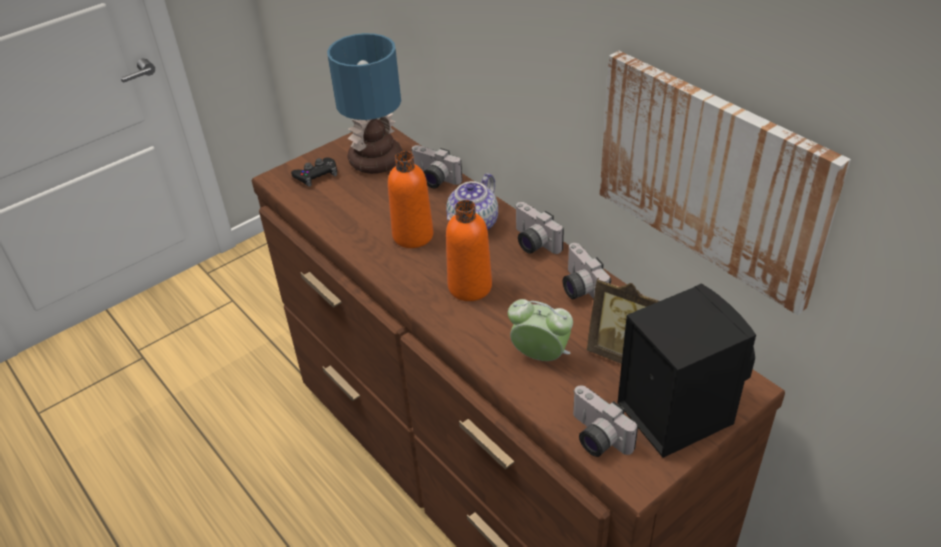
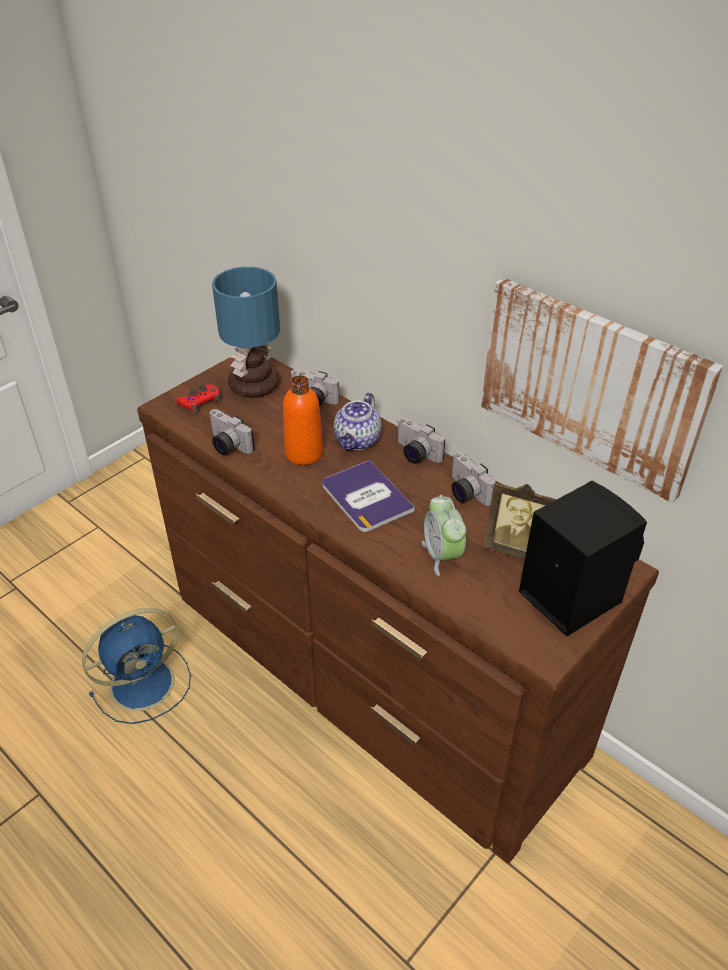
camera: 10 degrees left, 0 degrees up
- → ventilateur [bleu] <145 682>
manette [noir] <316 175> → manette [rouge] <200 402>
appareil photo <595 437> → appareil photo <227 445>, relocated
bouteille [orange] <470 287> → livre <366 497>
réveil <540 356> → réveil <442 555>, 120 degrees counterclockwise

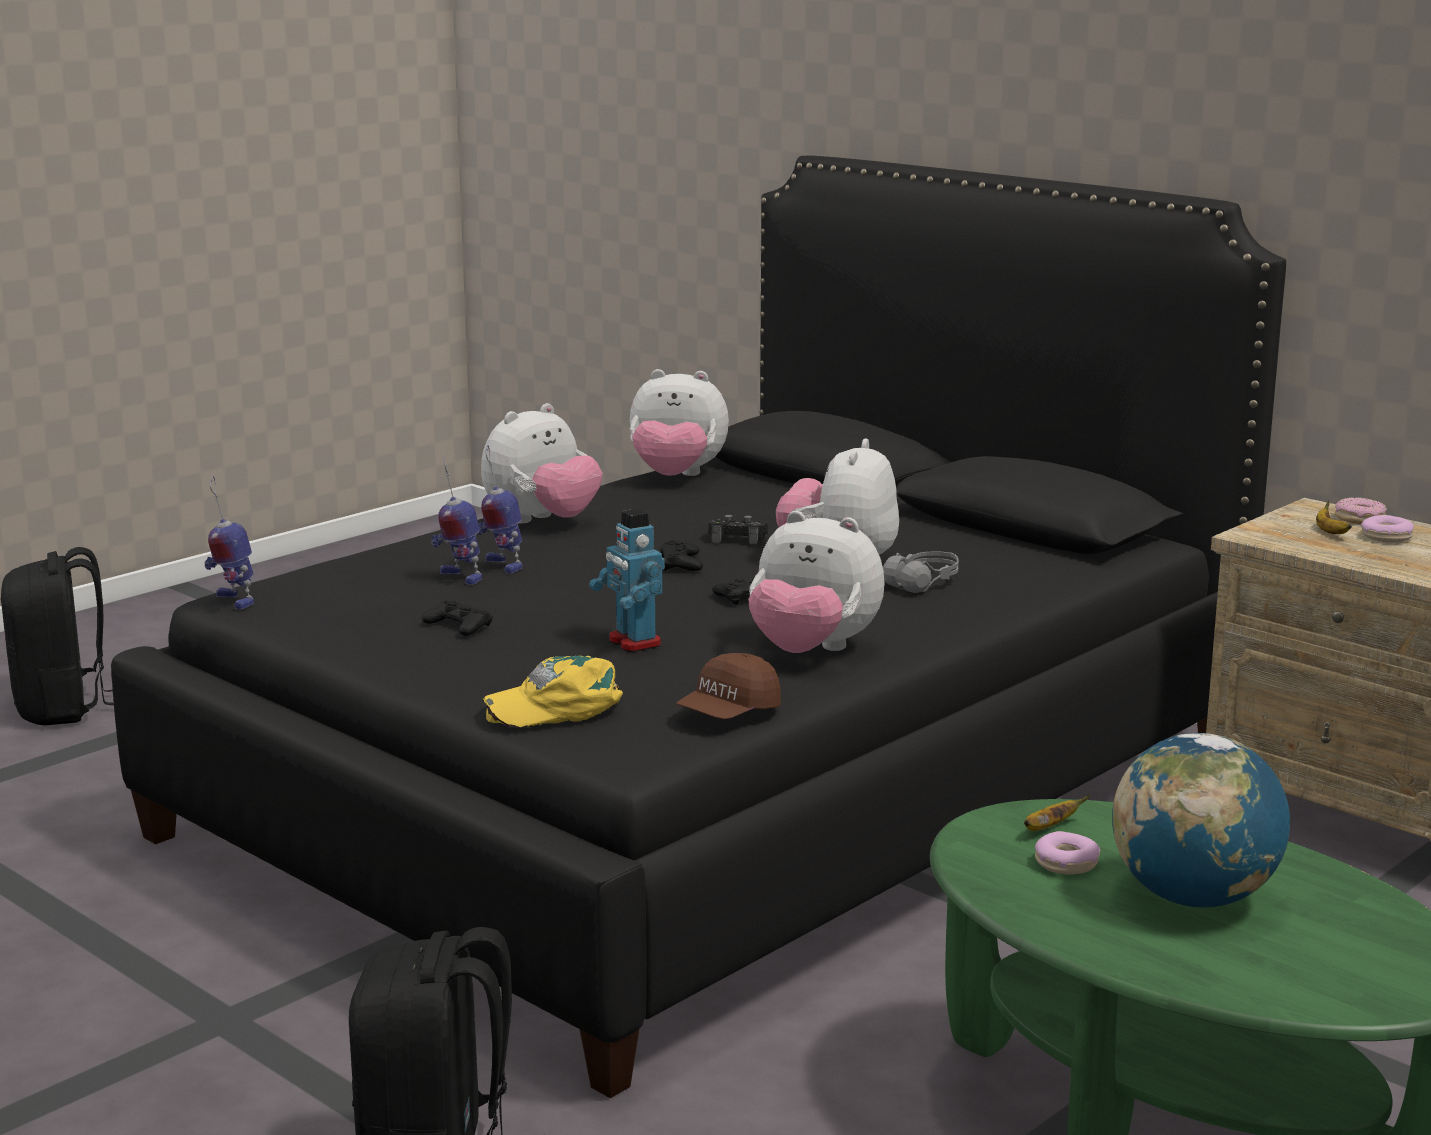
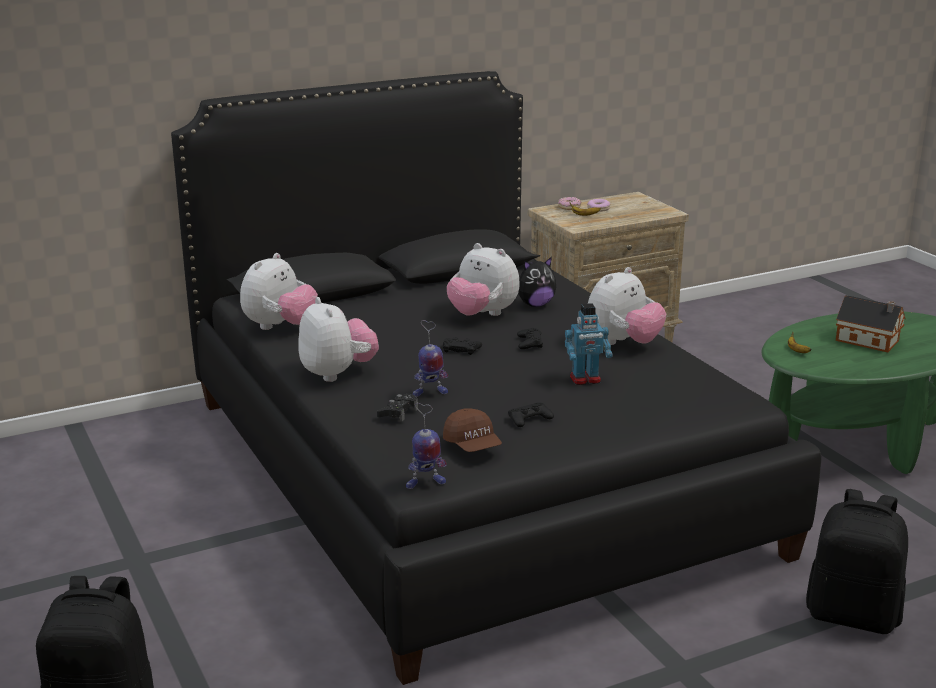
camera: 70 degrees left, 5 degrees up
manette [noir] <737 538> → manette [noir] <398 412>, relocated
casquette [marron] <729 713> → casquette [marron] <472 445>, relocated
casque audio [gris] <923 583> → peluche <535 304>
globe <1194 898> → maison miniature <869 341>
robot jouet <460 577> → -
casquette [jaune] <557 707> → -
beignet <1066 863> → -

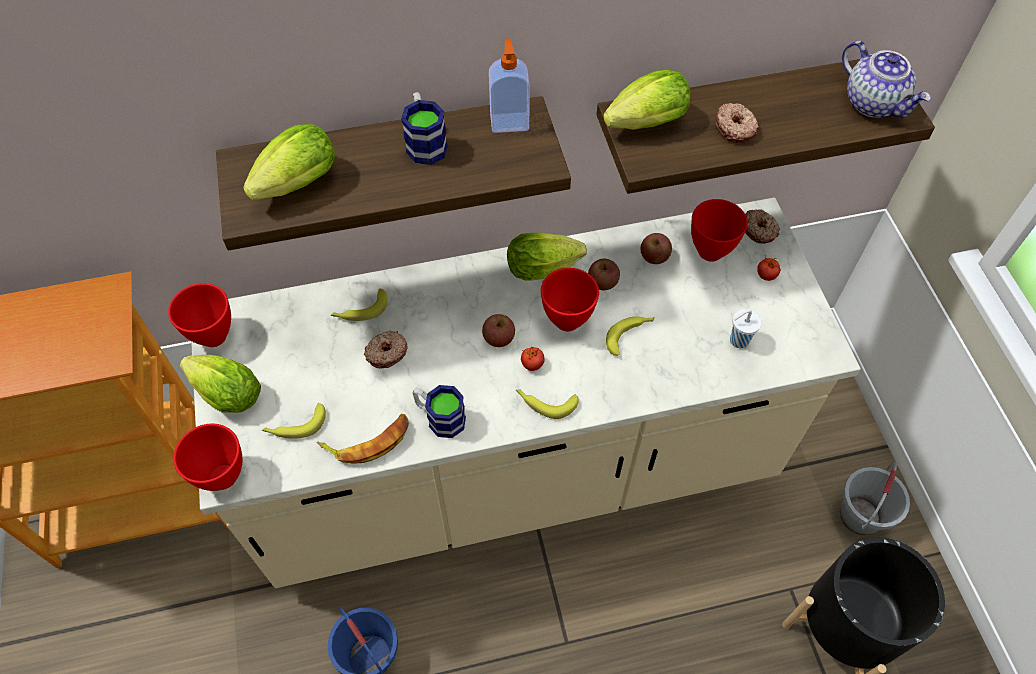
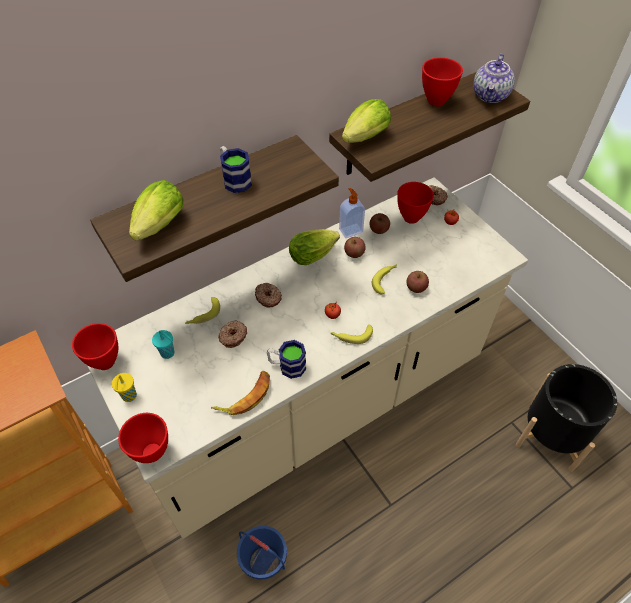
camera: 20 degrees left, 5 degrees down
laitue <224 392> → tasse [jaune] <129 396>
- → tasse [turquoise] <168 353>
beignet <735 128> → beignet <268 297>, relocated
distributeur de savon <509 121> → distributeur de savon <350 230>, relocated
pomme <498 338> → pomme <416 287>, relocated
bol [rouge] <568 321> → bol [rouge] <437 101>, relocated
théière <874 103> → théière <490 96>, 75 degrees clockwise
banane <295 426> → -
tasse [blanc] <738 341> → -
seau [gris] <859 515> → -

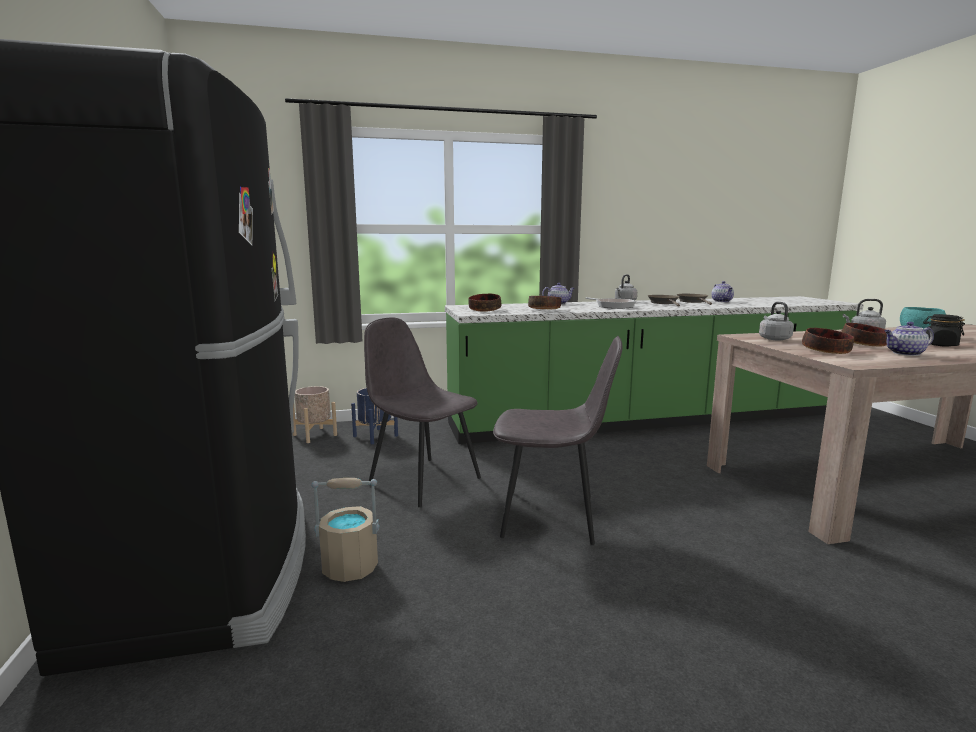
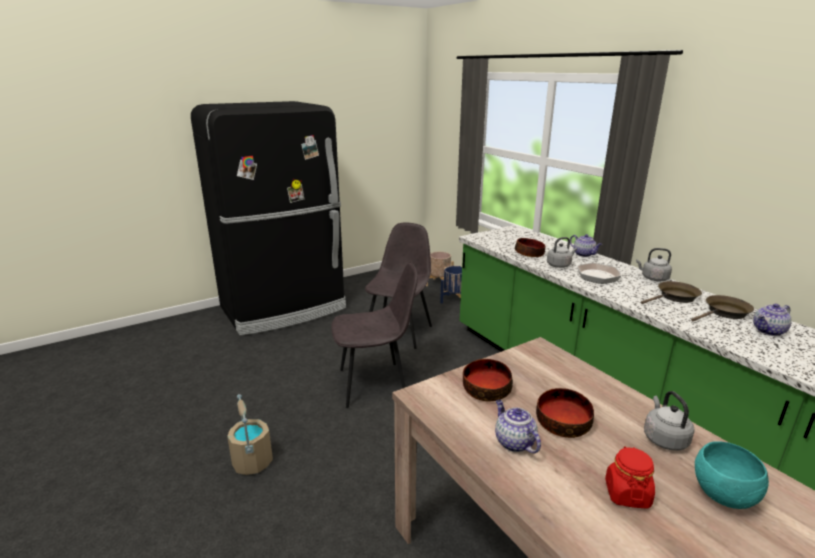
camera: 70 degrees right, 10 degrees up
seau [beige] <349 568> → seau [beige] <252 461>, relocated
chaise [gris] <552 516> → chaise [gris] <375 384>, 90 degrees counterclockwise
bouilloire [gris] <773 338> → bouilloire [gris] <559 265>, relocated
bocal [noir] <940 345> → bocal [rouge] <627 494>
bol <484 310> → -

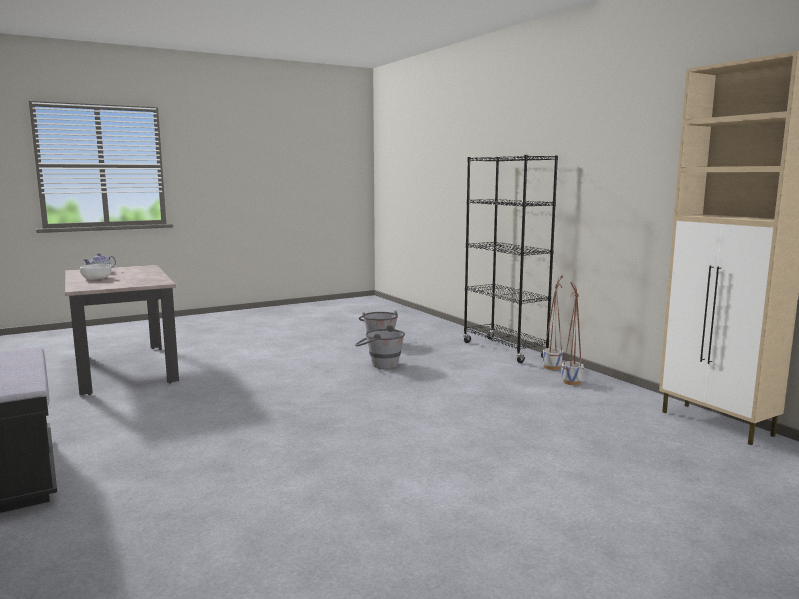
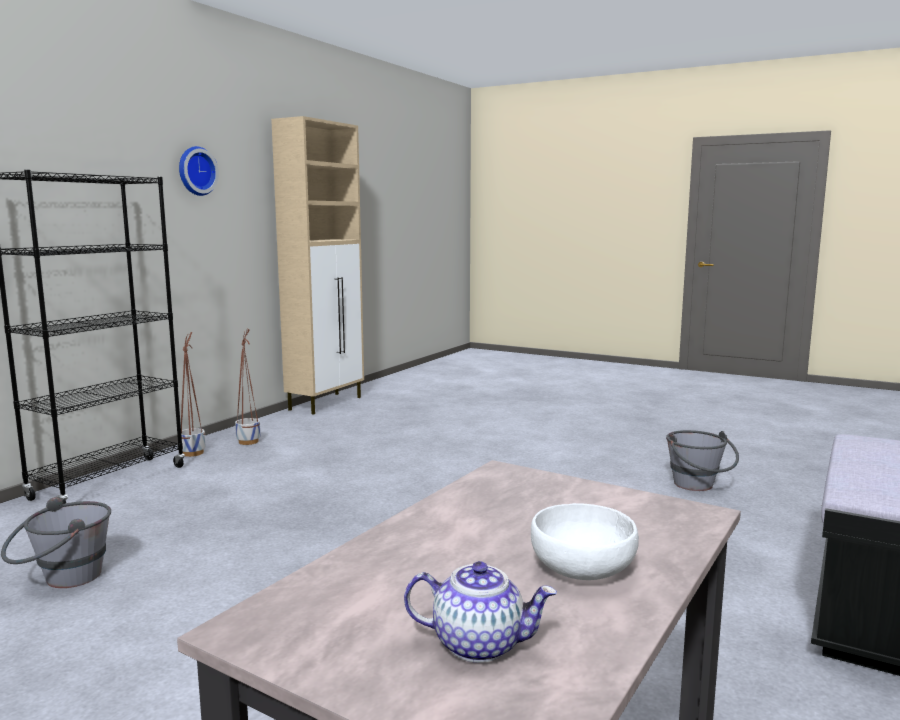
camera: 120 degrees left, 0 degrees up
- → horloge murale <195 171>
seau [gris] <379 364> → seau [gris] <698 487>, relocated

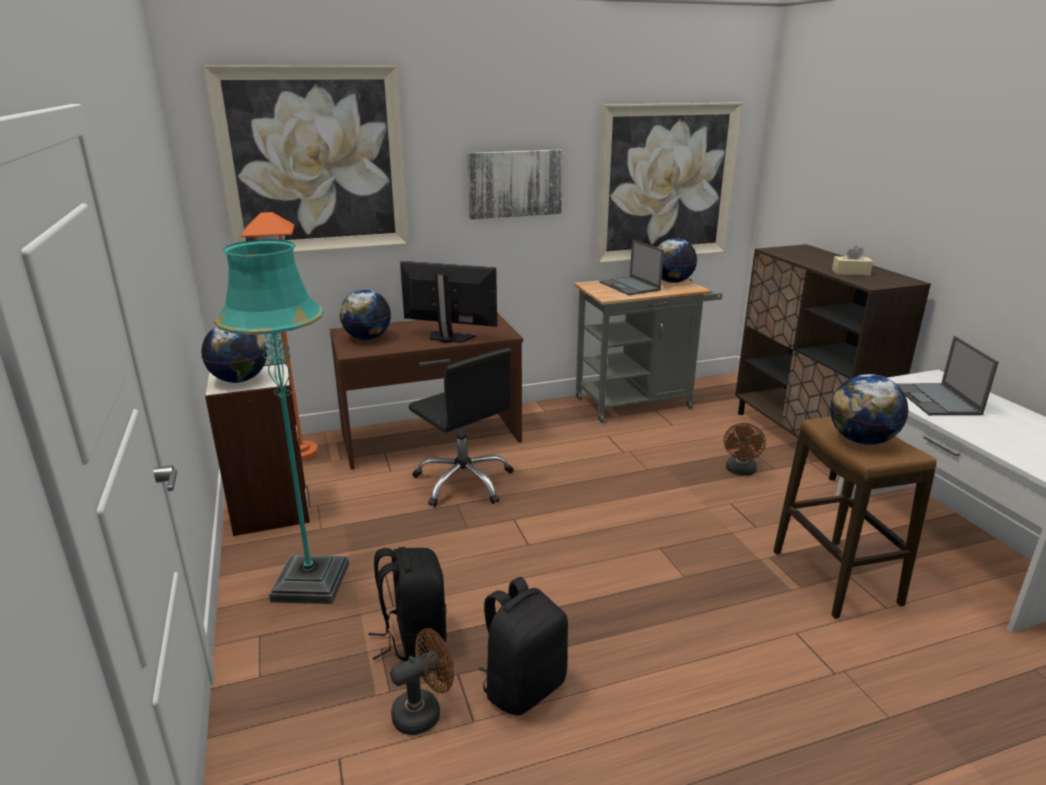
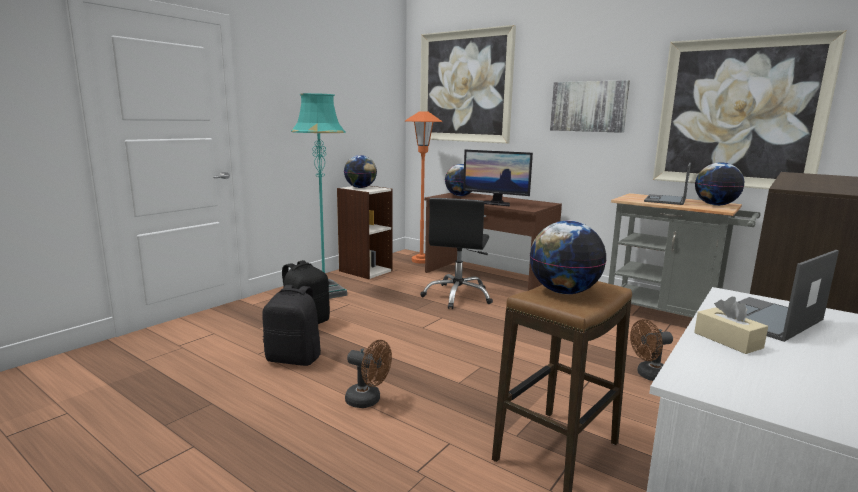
camera: 55 degrees right, 10 degrees down
ventilateur [marron] <424 711> → ventilateur [marron] <368 401>, relocated
écran d'ordinateur <449 338> → écran d'ordinateur <495 203>, 135 degrees clockwise
boîte à mouchoirs [beige] <850 272> → boîte à mouchoirs [beige] <727 340>, relocated

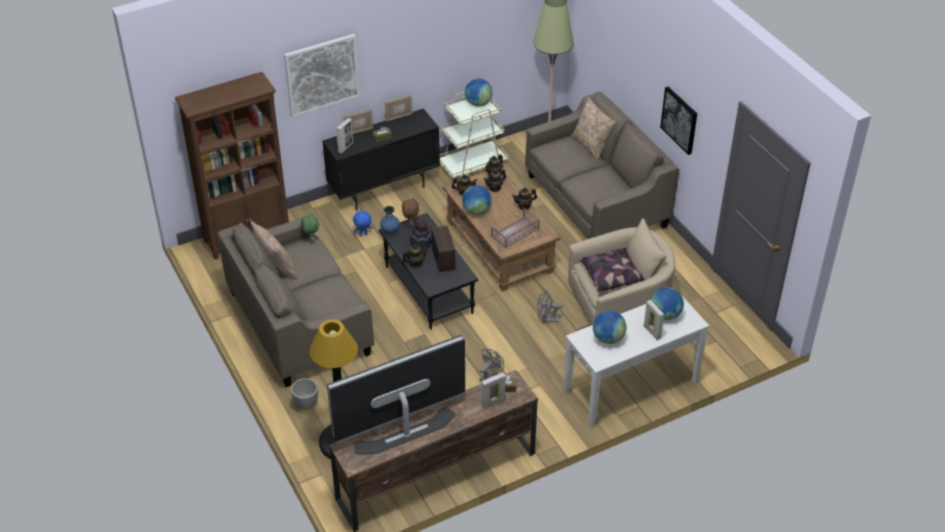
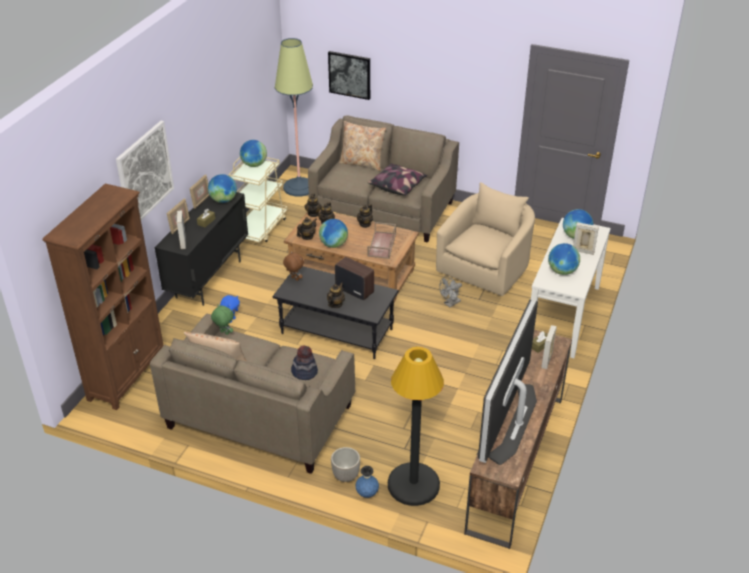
camera: 40 degrees left, 5 degrees down
- → globe <223 200>
chapeau <421 243> → chapeau <304 372>, relocated
tableau <679 120> → tableau <350 74>, relocated
vase [bleu] <390 231> → vase [bleu] <367 493>, relocated
coussin <611 276> → coussin <397 186>, relocated
ventilateur [gris] <490 376> → -

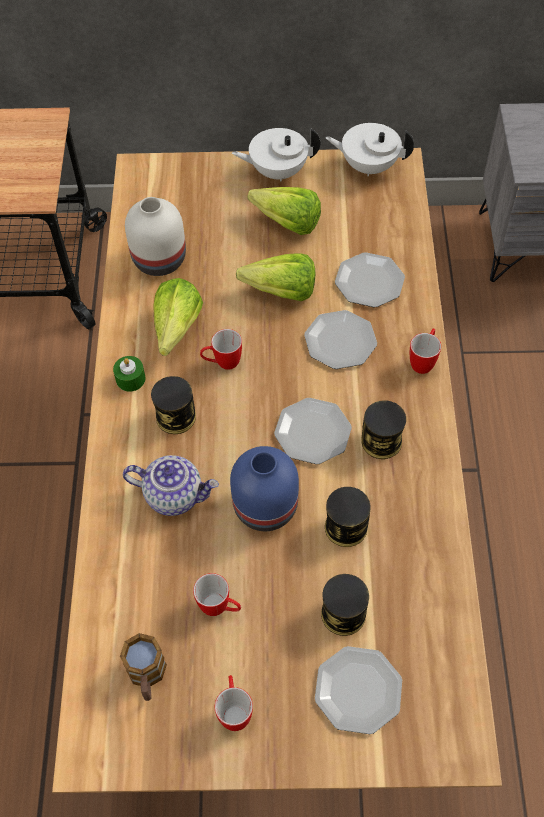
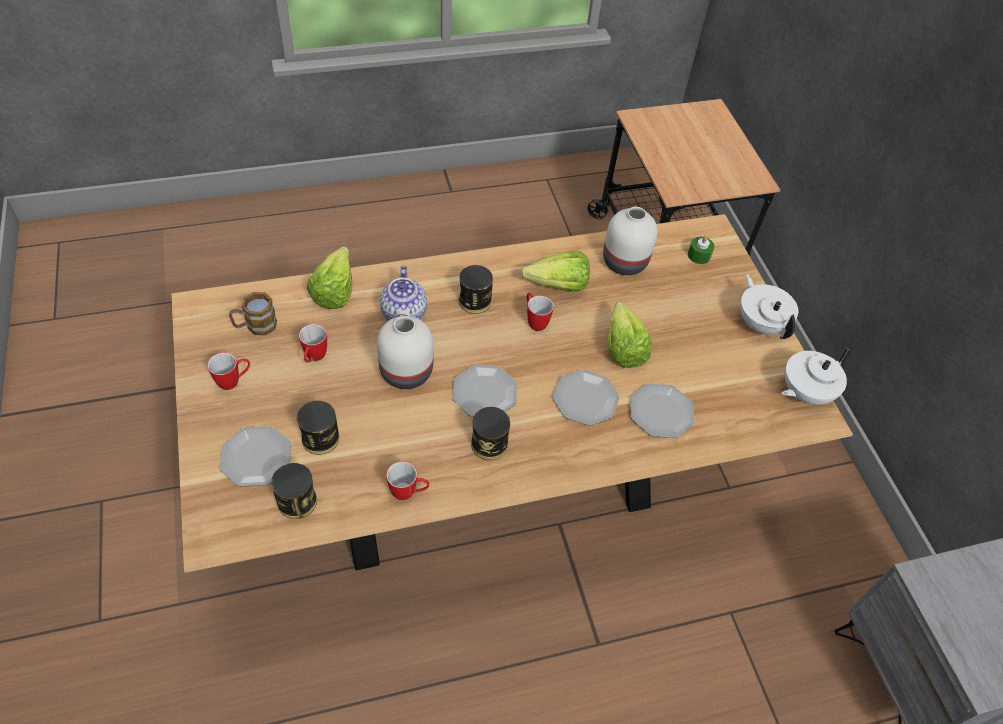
camera: 70 degrees right, 5 degrees down
boîte métallique <346 527> → boîte métallique <297 501>, relocated
laitue <283 220> → laitue <338 288>, relocated
vase [bleu] <263 507> → vase [blanc] <406 371>
mug <423 361> → mug <408 493>, relocated
bougie [vert] <130 379> → bougie [vert] <699 255>, relocated
théière [blanc] <368 166> → théière [blanc] <804 392>, 120 degrees counterclockwise

